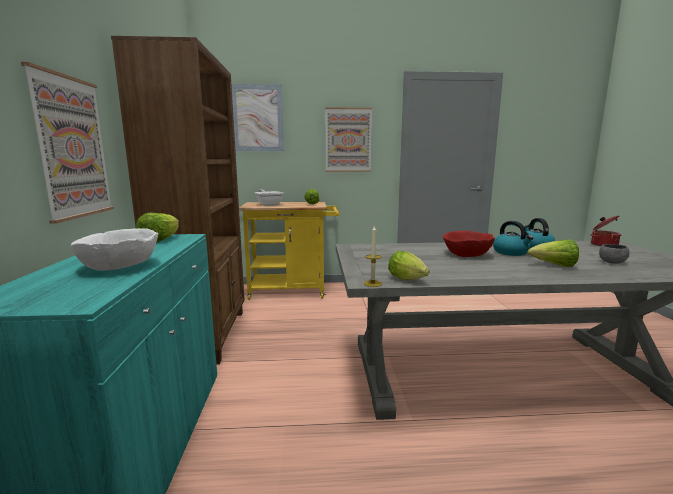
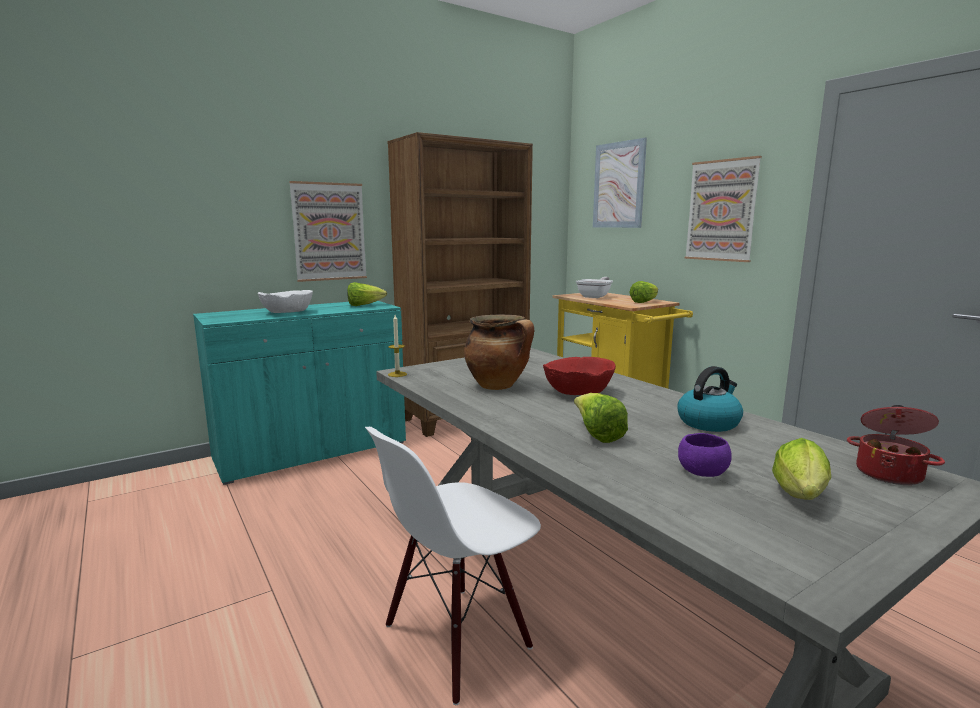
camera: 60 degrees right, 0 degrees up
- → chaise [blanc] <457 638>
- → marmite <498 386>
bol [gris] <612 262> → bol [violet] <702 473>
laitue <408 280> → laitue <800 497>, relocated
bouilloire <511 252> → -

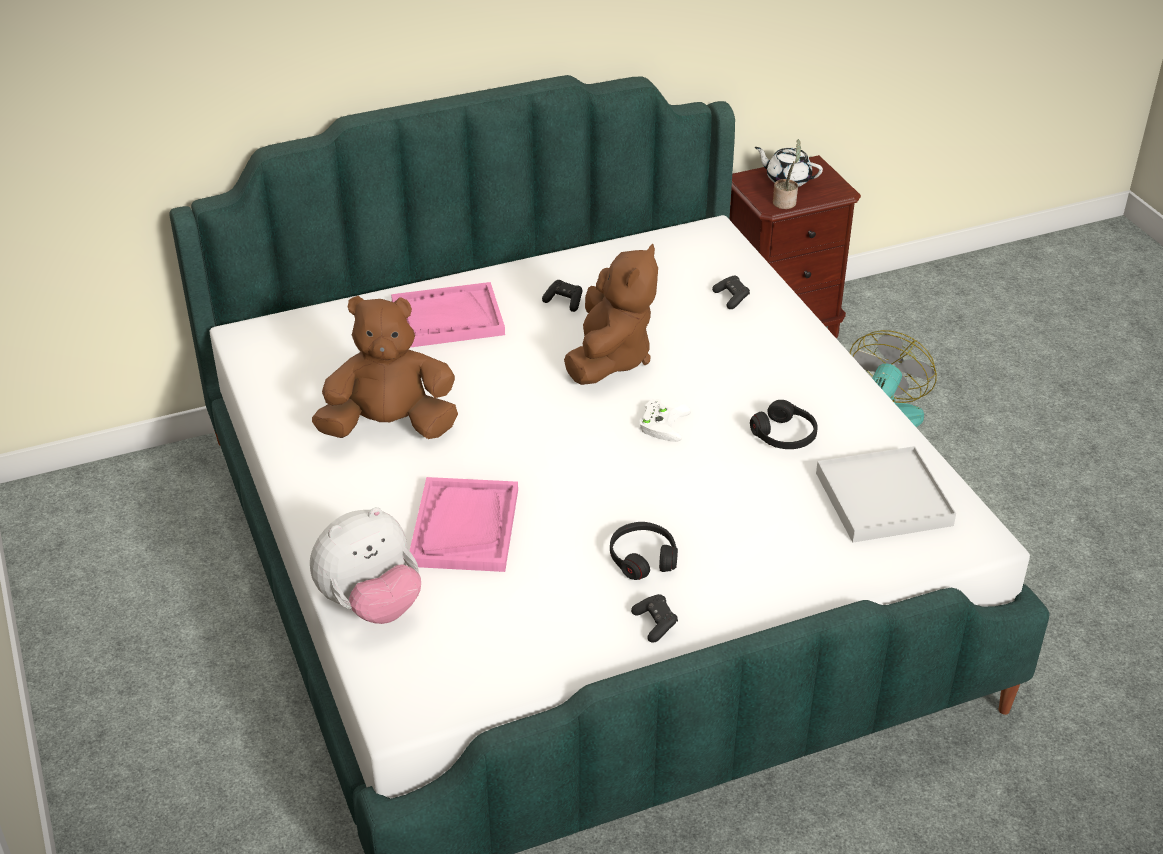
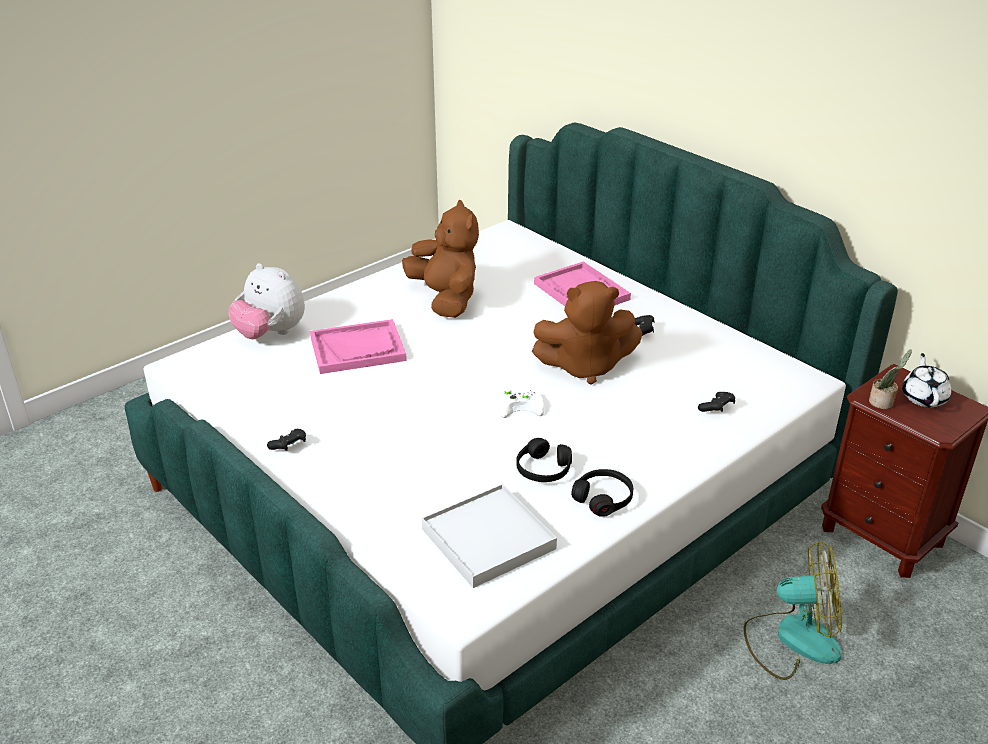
camera: 70 degrees right, 5 degrees down
casque audio [noir] <642 557> → casque audio [noir] <603 498>, relocated

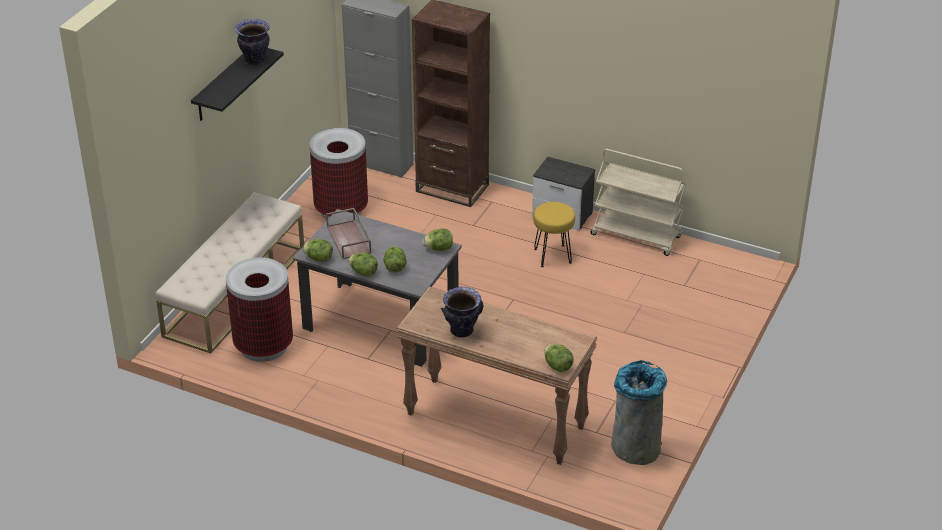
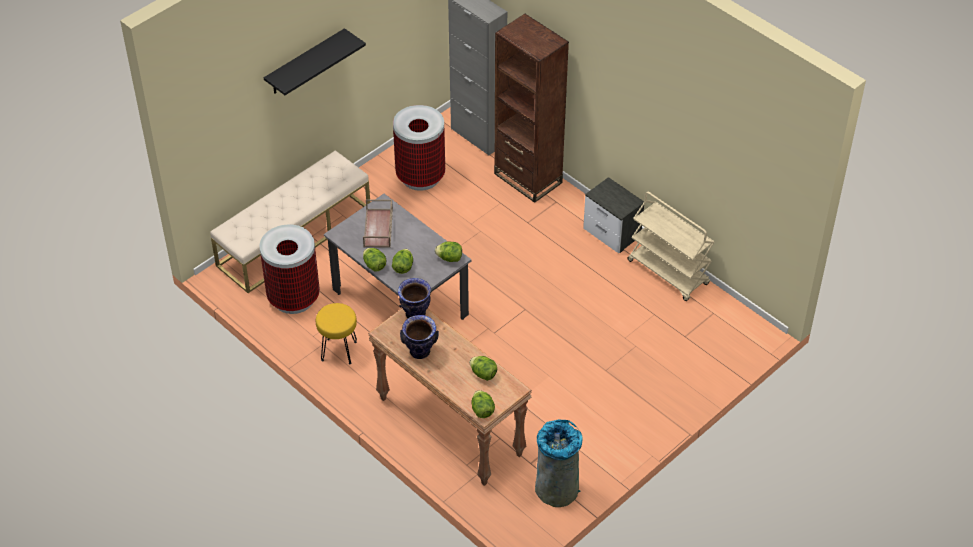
camera: 20 degrees right, 10 degrees up
tabouret [jaune] <553 256> → tabouret [jaune] <339 351>, relocated
vase <254 60> → vase <415 314>, relocated
laitue <319 259> → laitue <483 374>, relocated

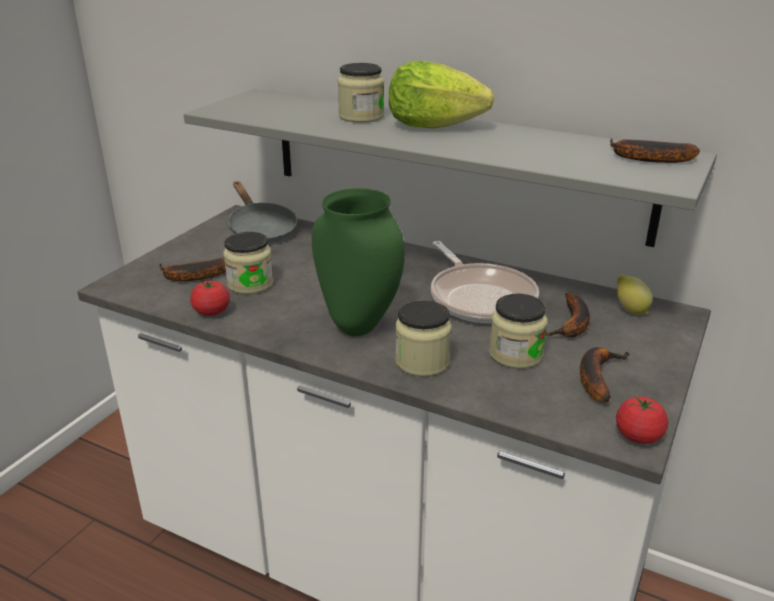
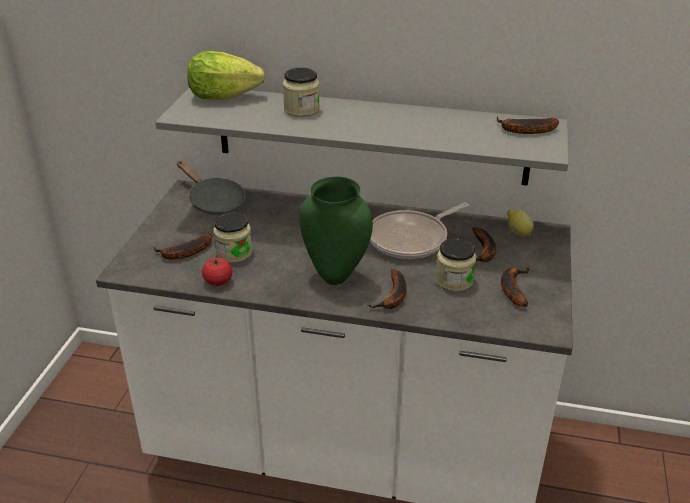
camera: 15 degrees left, 5 degrees up
laitue <433 126> → laitue <223 96>, relocated
bocal <422 361> → banane <393 297>
poêle <480 297> → poêle <411 239>, 90 degrees clockwise
tomate <638 436> → -

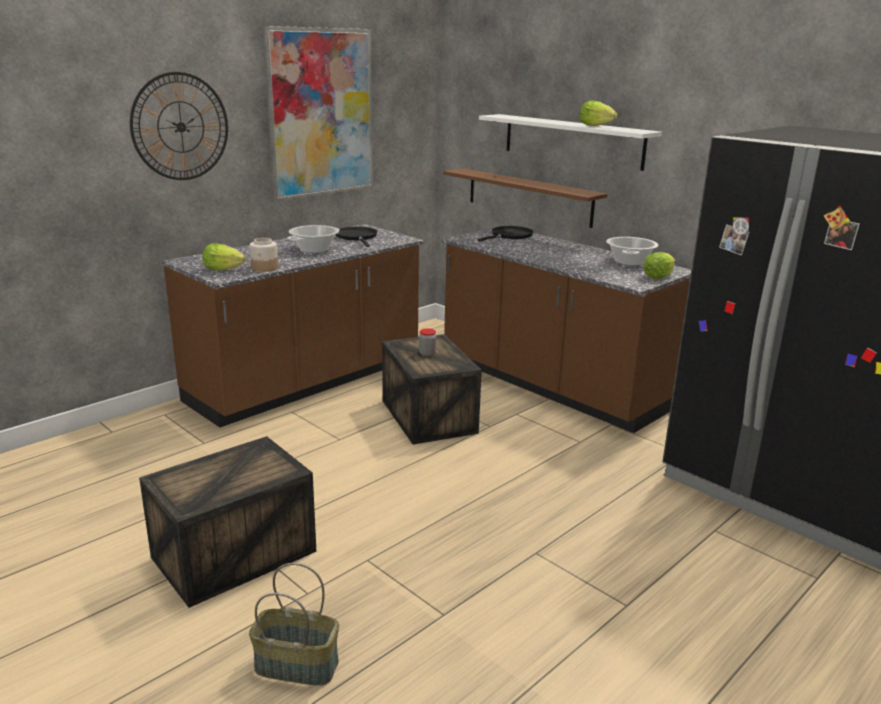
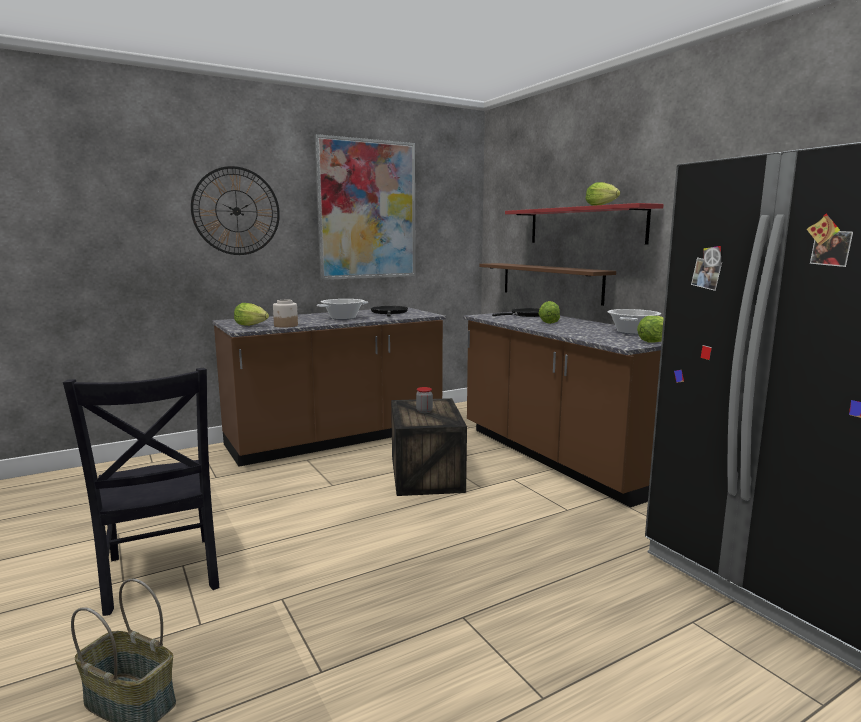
camera: 15 degrees right, 10 degrees down
caisse <232 555> → chaise [noir] <161 576>
étagère [blanc] <572 141> → étagère [rouge] <585 225>
- → laitue <548 322>

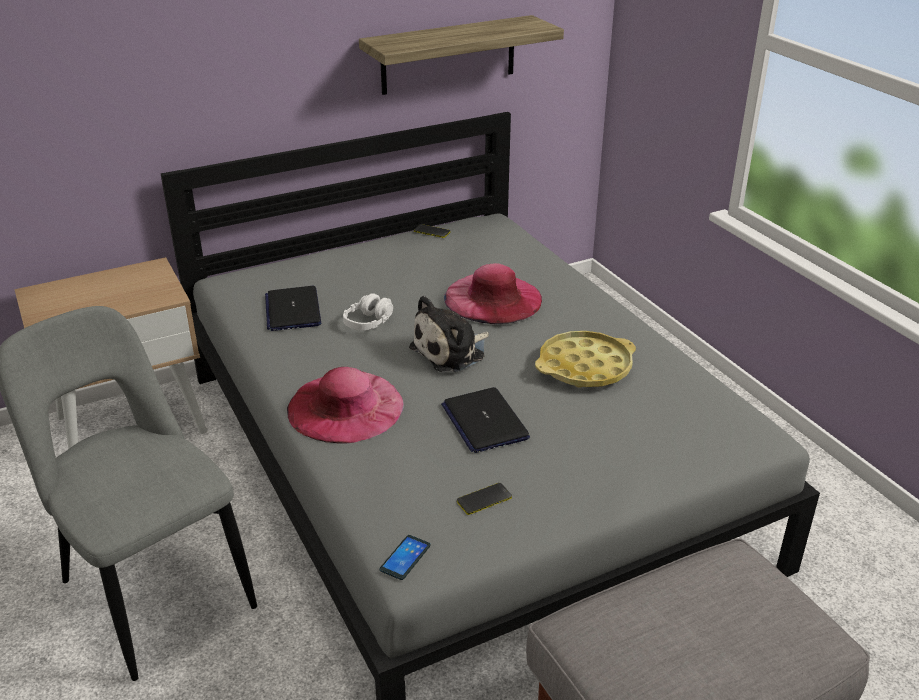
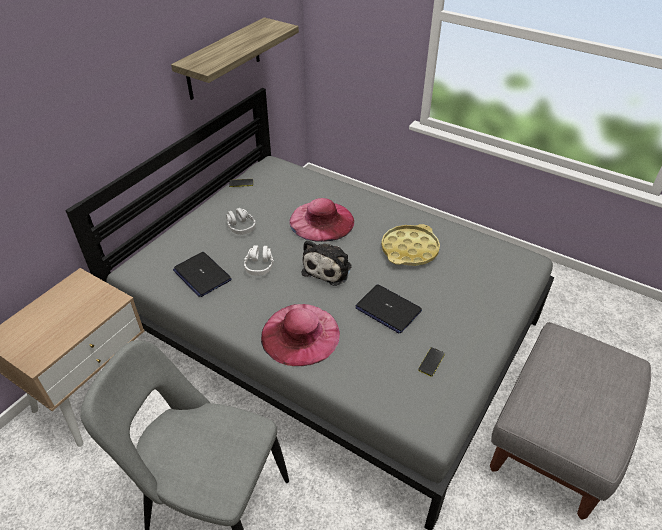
camera: 30 degrees left, 10 degrees up
- → casque audio [gris] <241 227>
téléphone <405 558> → -

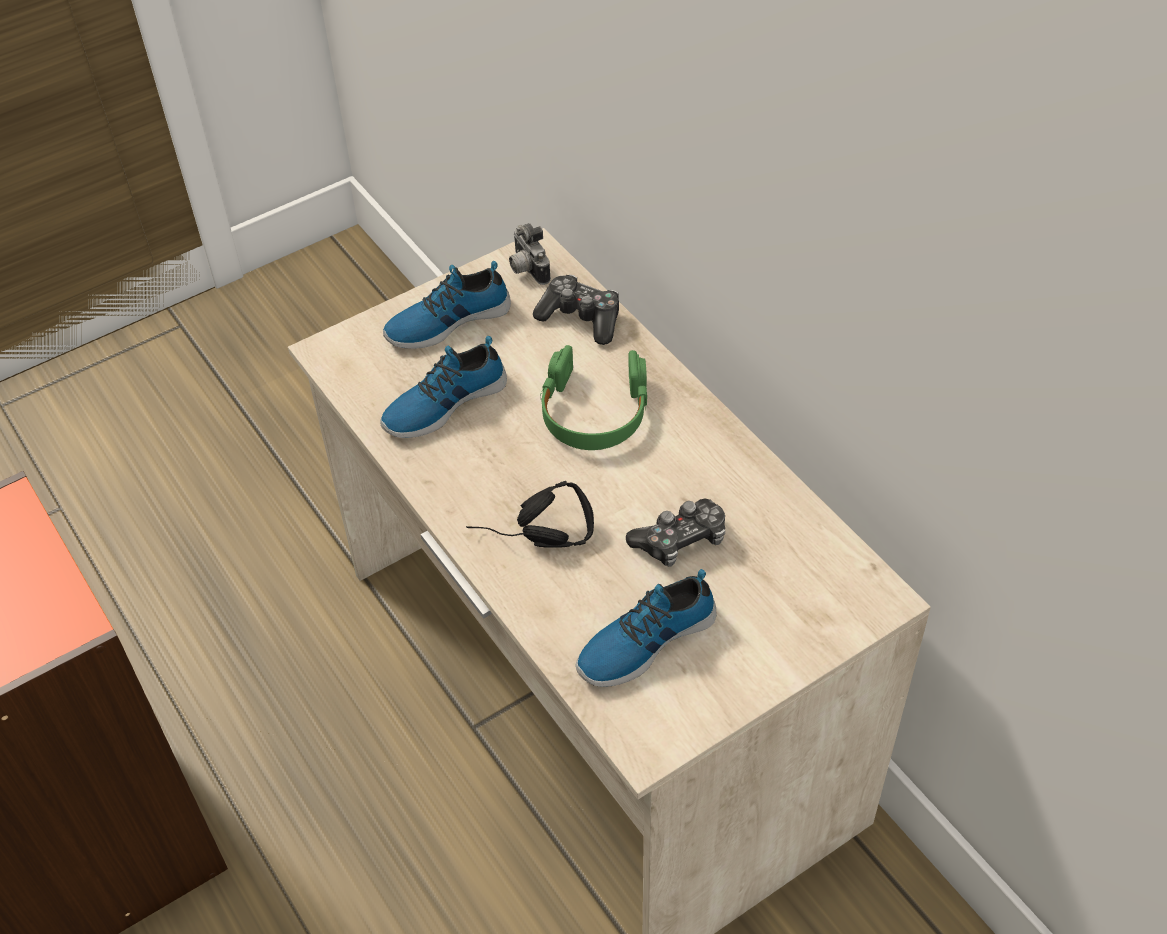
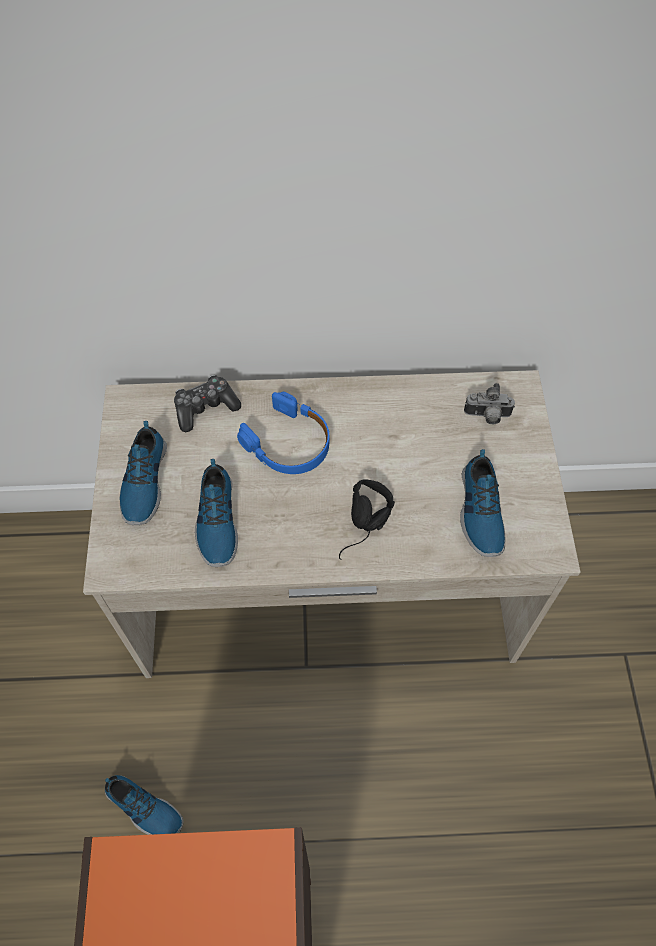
camera: 60 degrees left, 10 degrees up
- → chaussure <143 809>
casque audio [vert] <594 411> → casque audio [bleu] <289 443>
appareil photo <526 269> → appareil photo <487 416>, relocated
manette <680 541> → -

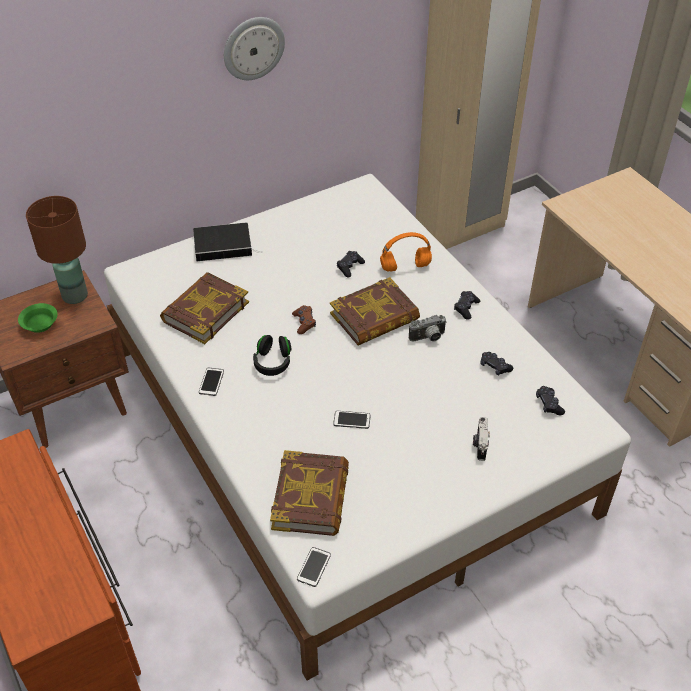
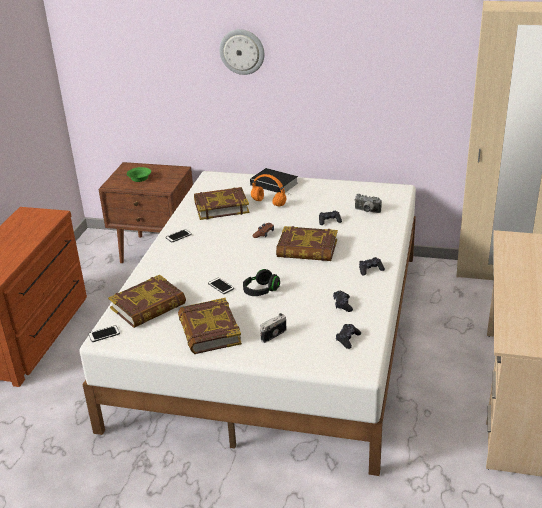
camera: 45 degrees right, 15 degrees down
- → livre <209 331>
horloge murale <253 48> → horloge murale <242 51>, relocated
casque audio [noir] <272 362> → casque audio [noir] <261 291>, relocated
casque audio [orange] <404 267> → casque audio [orange] <268 203>, relocated
appareil photo <428 338> → appareil photo <367 211>, relocated
lampe de table [marron] <74 296> → -

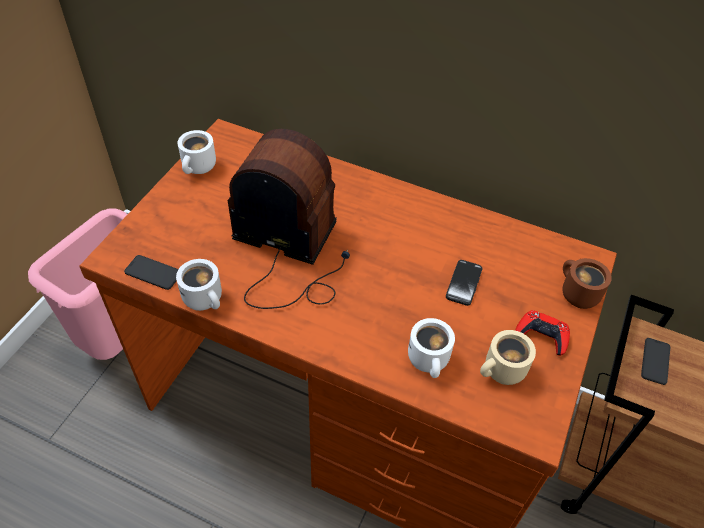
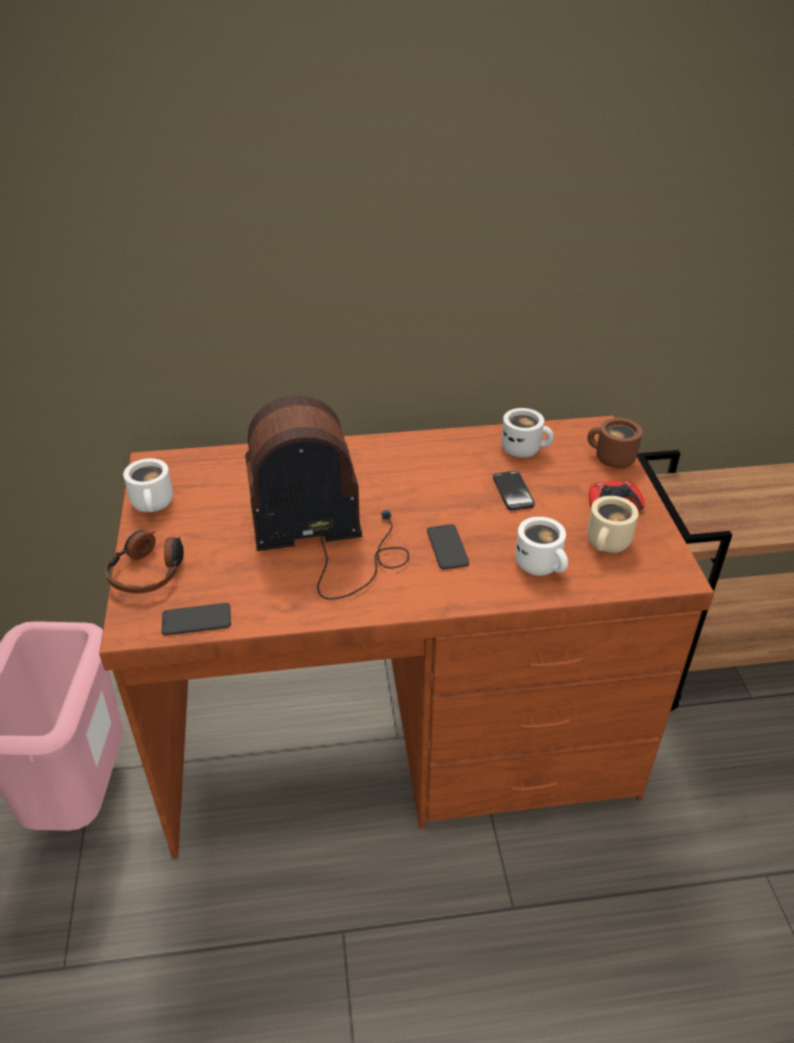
camera: 30 degrees left, 10 degrees down
- → casque audio <149 571>
téléphone <655 361> → téléphone <447 547>, relocated
mug [blanc] <206 299> → mug [blanc] <524 448>, relocated

